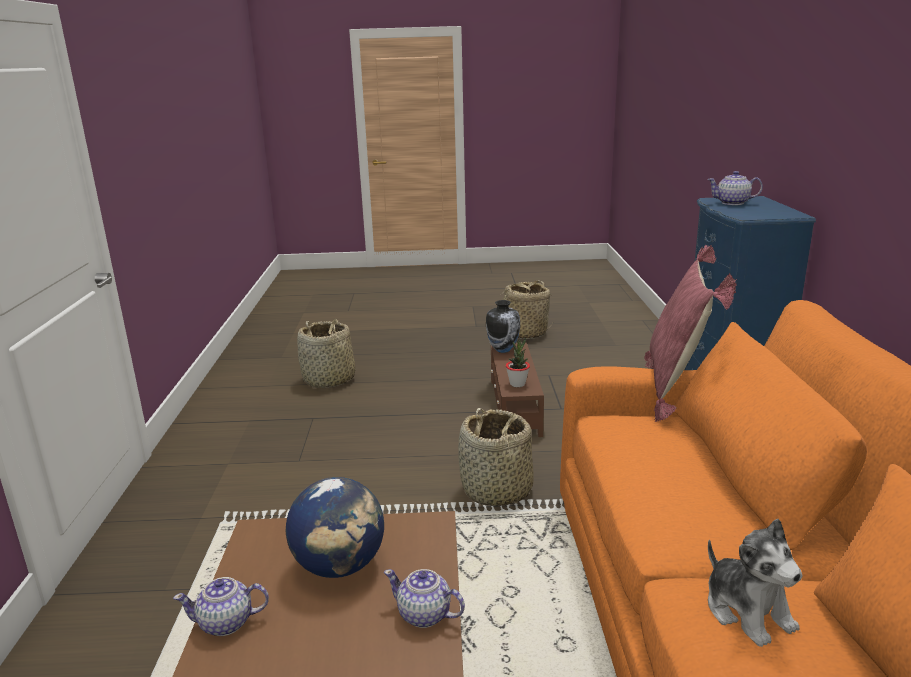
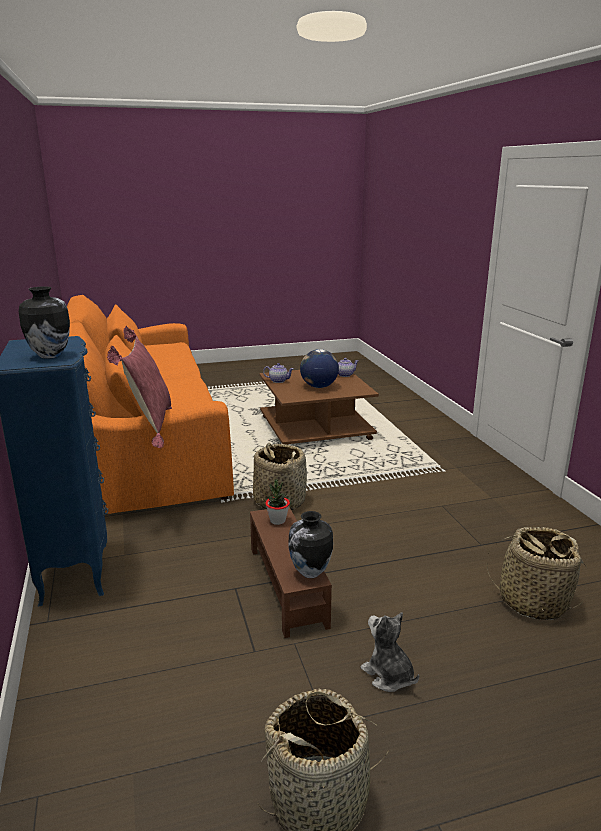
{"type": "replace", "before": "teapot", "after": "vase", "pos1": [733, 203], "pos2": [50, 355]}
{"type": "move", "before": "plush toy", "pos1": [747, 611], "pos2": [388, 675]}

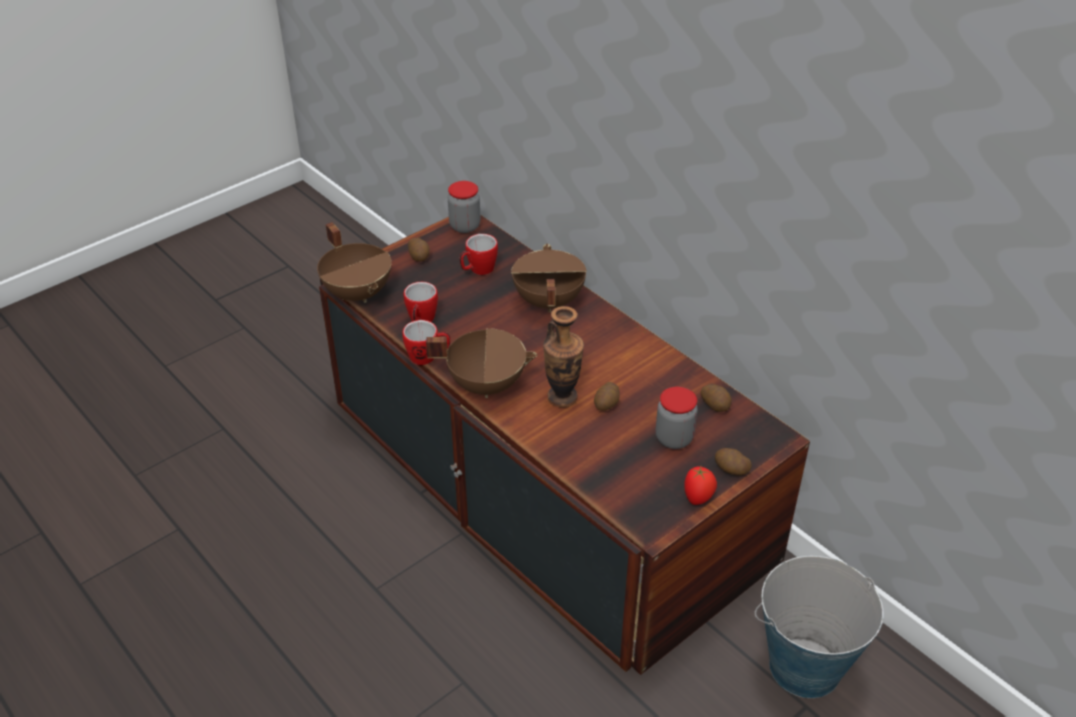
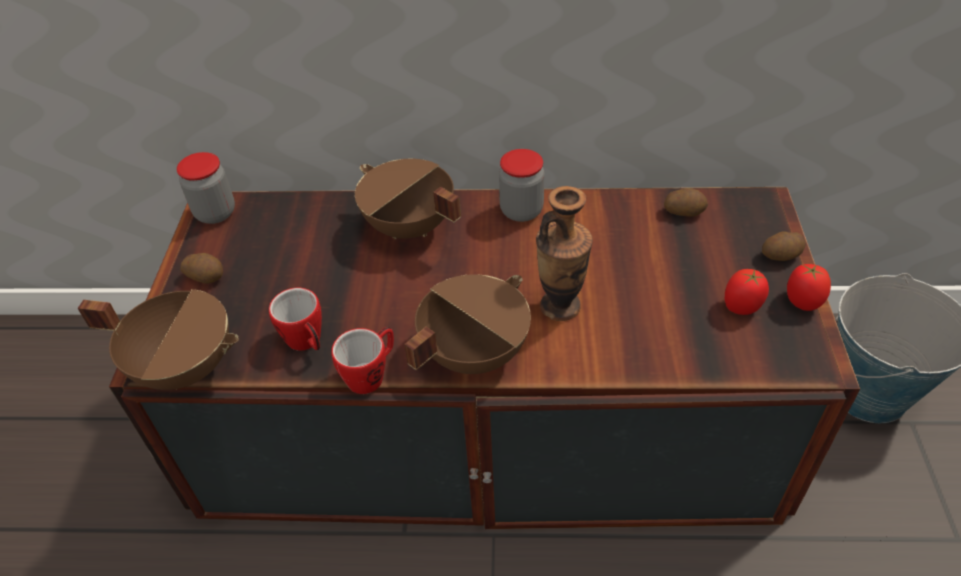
{"type": "move", "before": "jar", "pos1": [674, 438], "pos2": [521, 211]}
{"type": "insert", "after": "tomato", "pos2": [742, 307]}
{"type": "delete", "before": "mug", "pos1": [478, 270]}
{"type": "delete", "before": "potato", "pos1": [607, 404]}

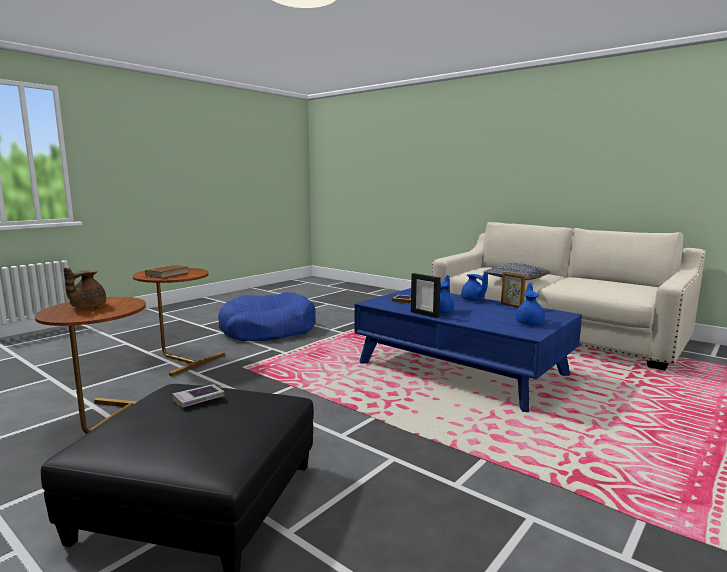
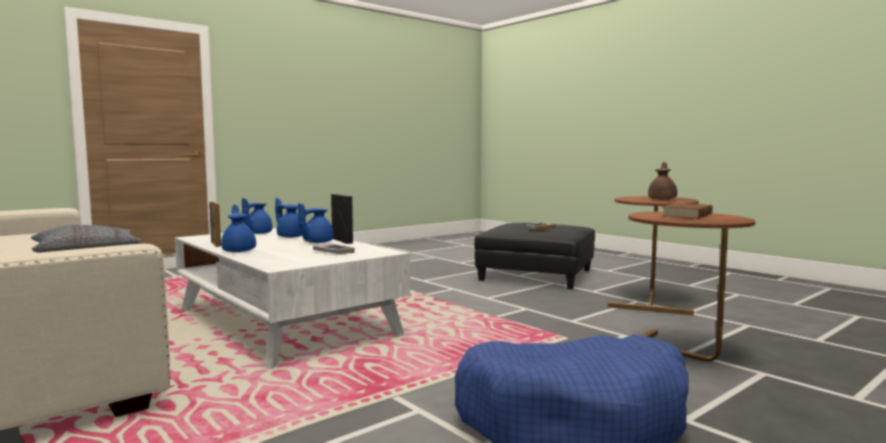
{"type": "recolor", "before": "blue coffee table", "after": "white coffee table", "pos1": [461, 369], "pos2": [284, 321]}
{"type": "insert", "after": "blue teapot", "pos2": [290, 236]}

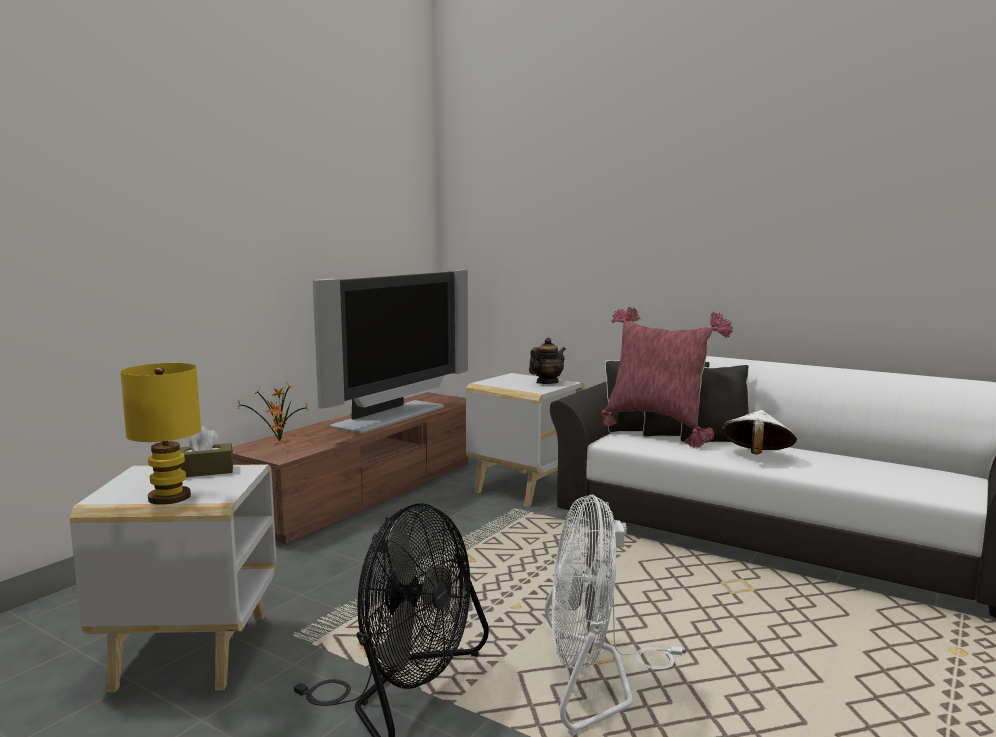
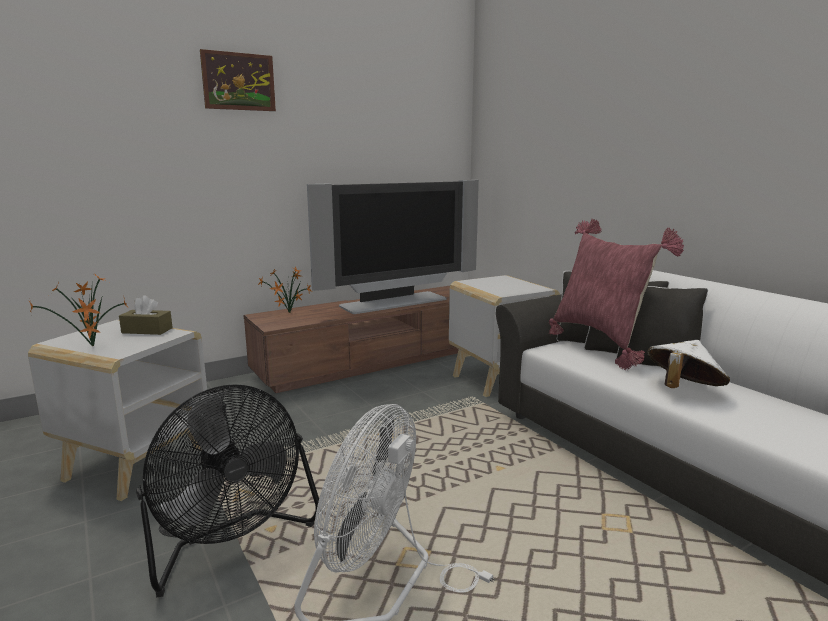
{"type": "replace", "before": "yellow table lamp", "after": "potted plant", "pos1": [170, 497], "pos2": [92, 348]}
{"type": "insert", "after": "picture", "pos2": [238, 81]}
{"type": "delete", "before": "teapot", "pos1": [547, 383]}

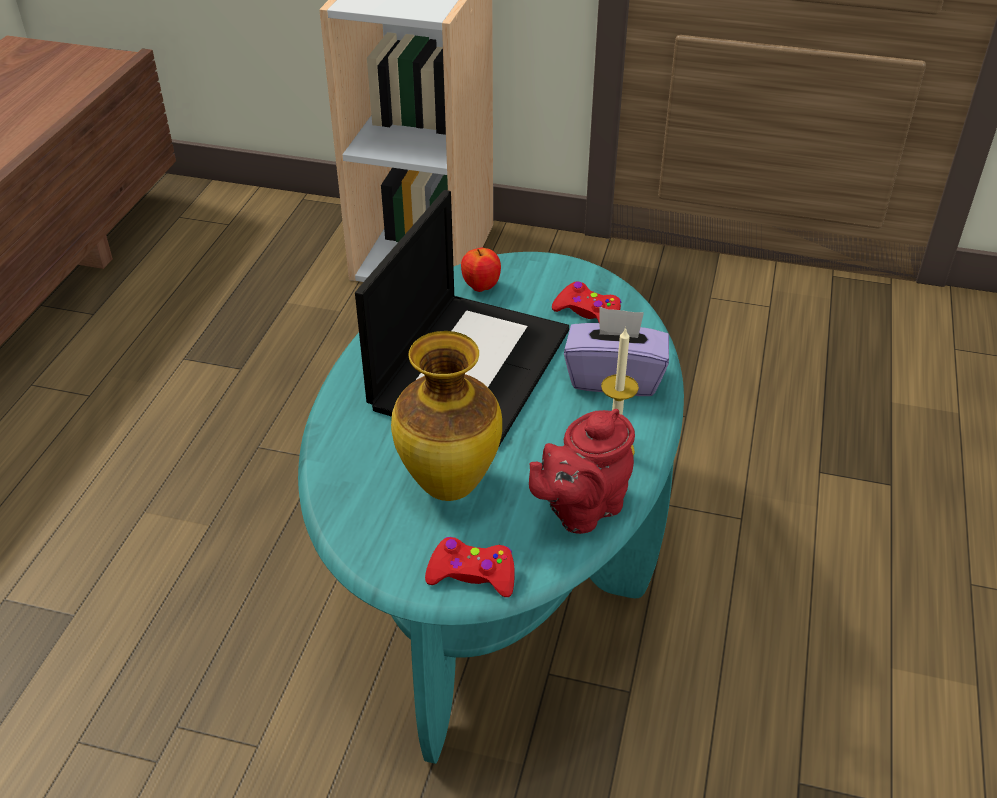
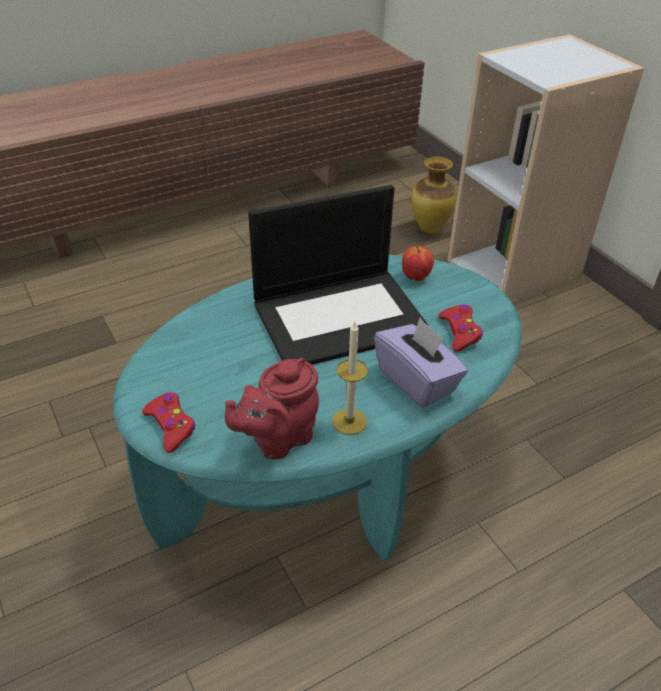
{"type": "rotate", "before": "red teapot", "pos1": [580, 509], "pos2": [278, 439], "turn": -45}
{"type": "move", "before": "vase", "pos1": [447, 486], "pos2": [429, 228]}

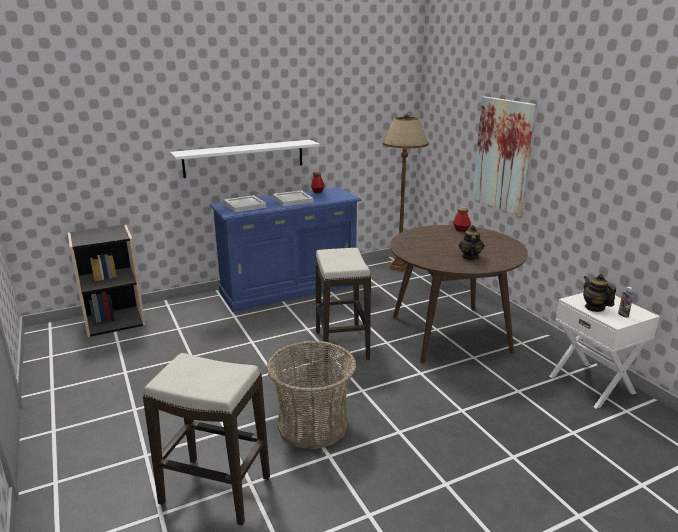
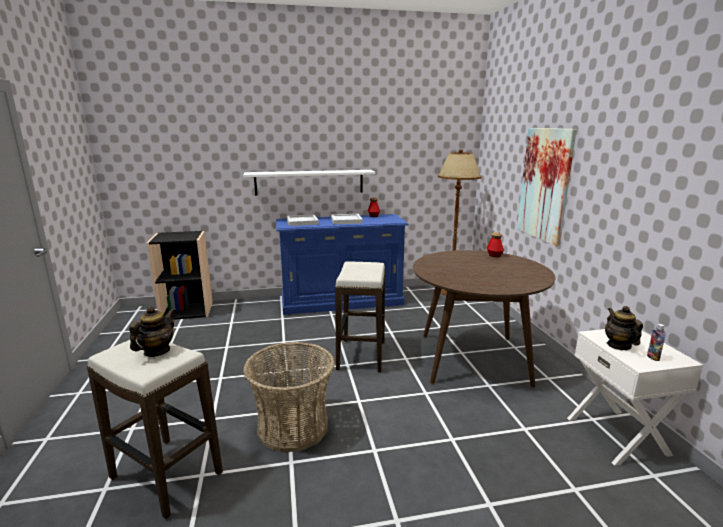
{"type": "move", "before": "teapot", "pos1": [470, 257], "pos2": [156, 351]}

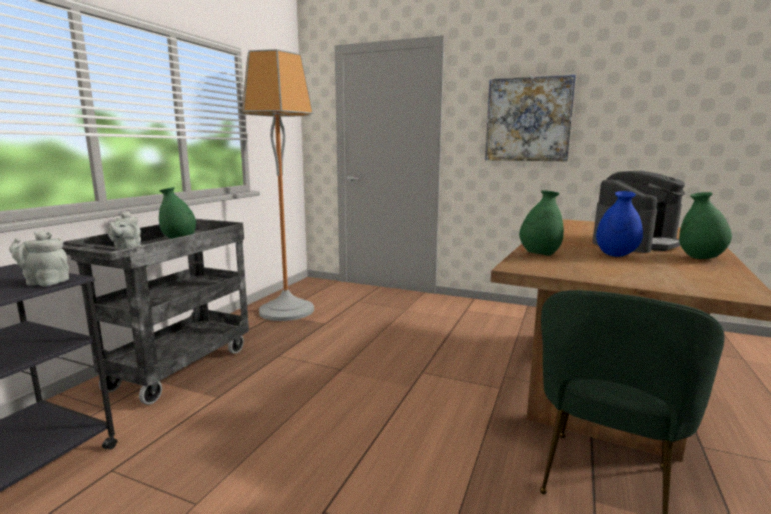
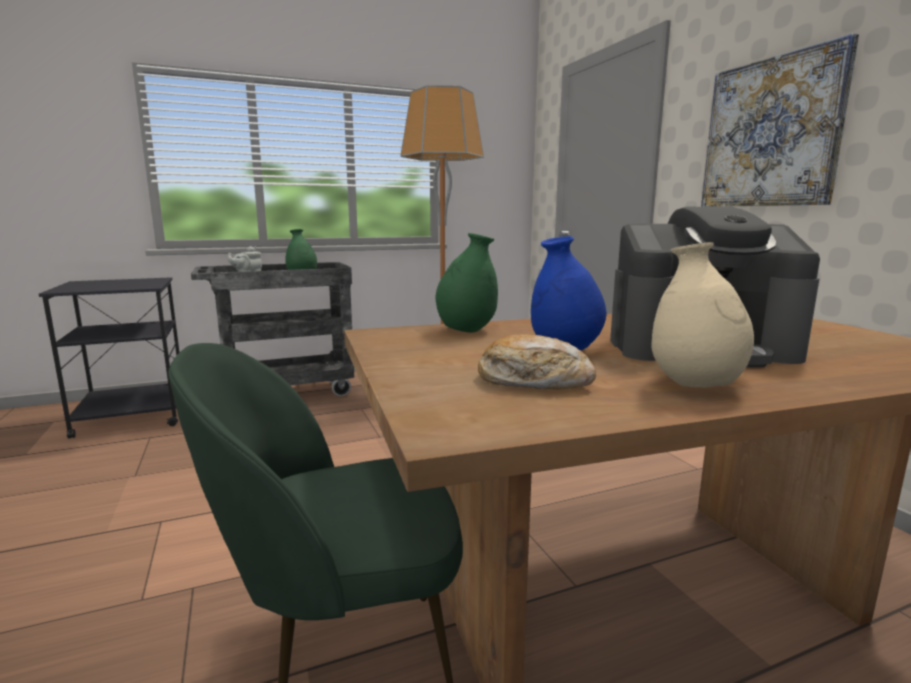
{"type": "insert", "after": "bread", "pos2": [533, 381]}
{"type": "recolor", "before": "green vase", "after": "beige vase", "pos1": [700, 258], "pos2": [695, 386]}
{"type": "delete", "before": "grey teapot", "pos1": [44, 282]}

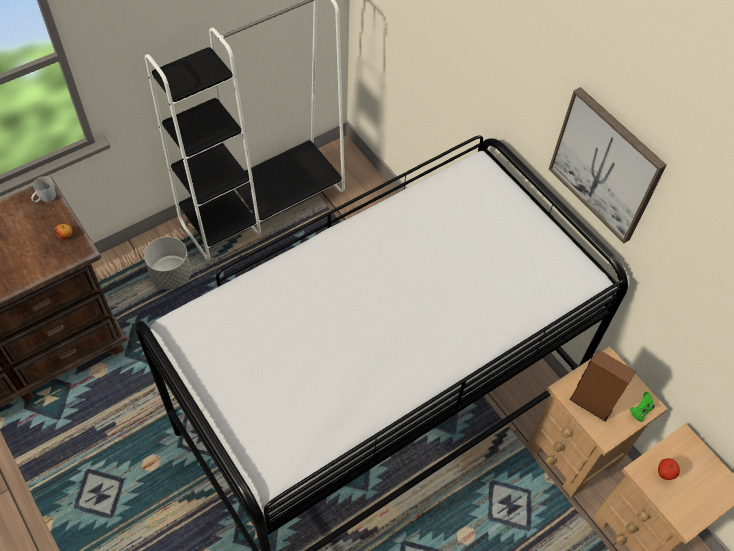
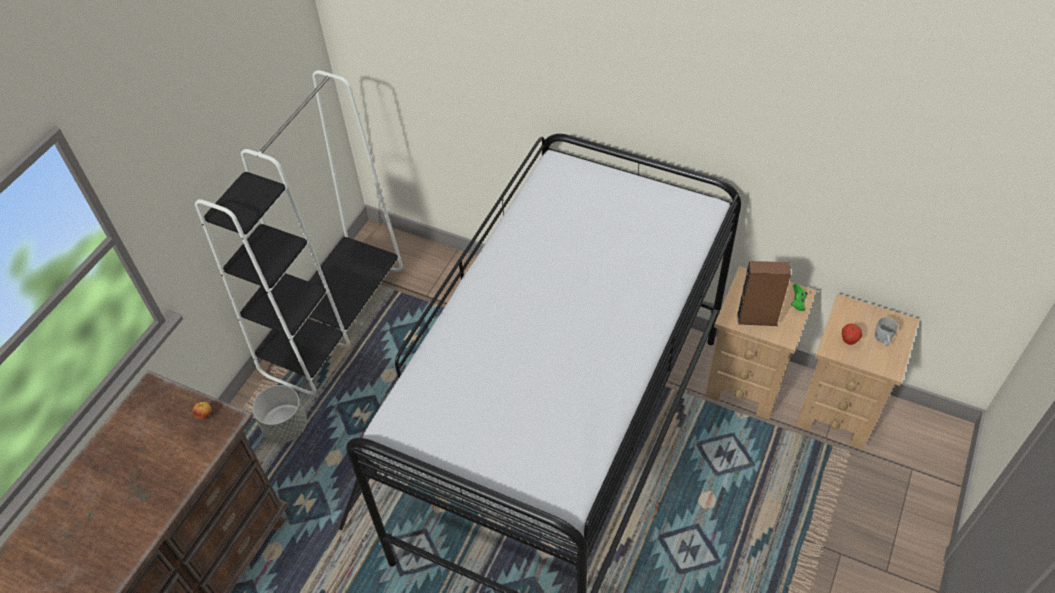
{"type": "move", "before": "white mug", "pos1": [45, 198], "pos2": [883, 339]}
{"type": "delete", "before": "picture", "pos1": [605, 165]}

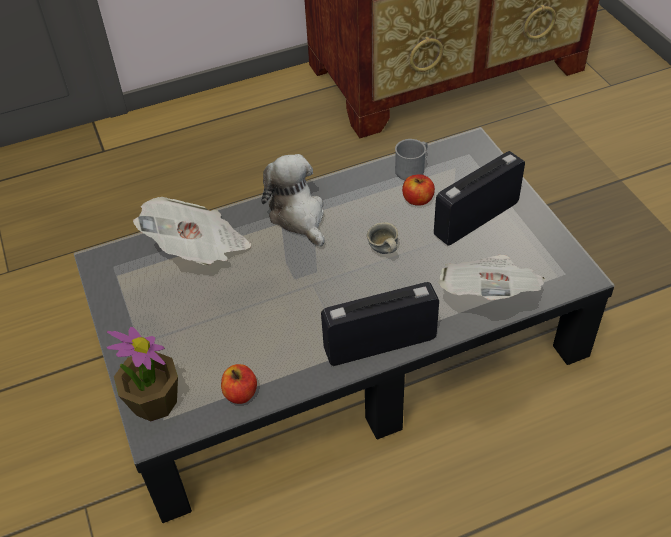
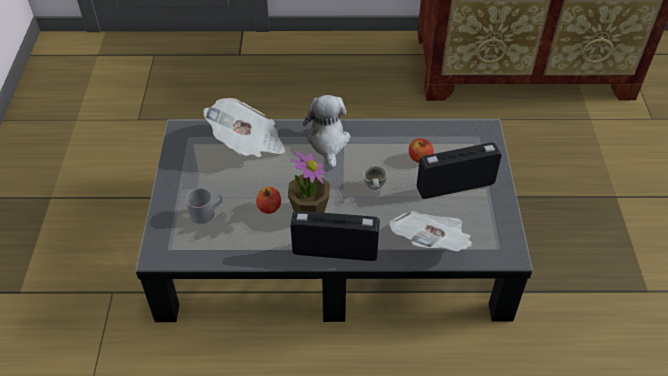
{"type": "move", "before": "grey mug", "pos1": [412, 168], "pos2": [206, 212]}
{"type": "move", "before": "apple", "pos1": [241, 393], "pos2": [269, 207]}
{"type": "move", "before": "potted plant", "pos1": [154, 402], "pos2": [309, 210]}

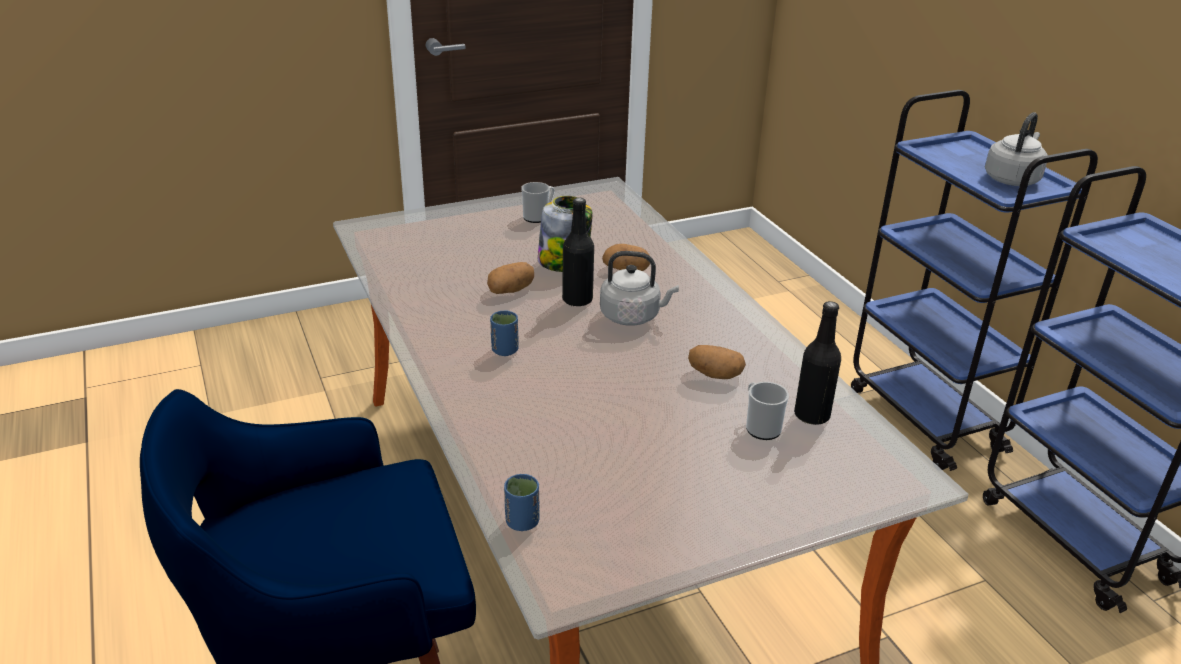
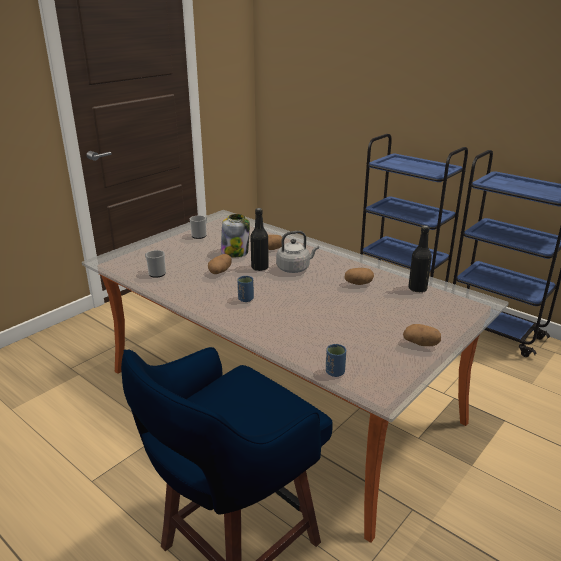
{"type": "move", "before": "mug", "pos1": [760, 427], "pos2": [155, 273]}
{"type": "insert", "after": "potato", "pos2": [421, 343]}
{"type": "delete", "before": "grey kettle", "pos1": [1012, 179]}

